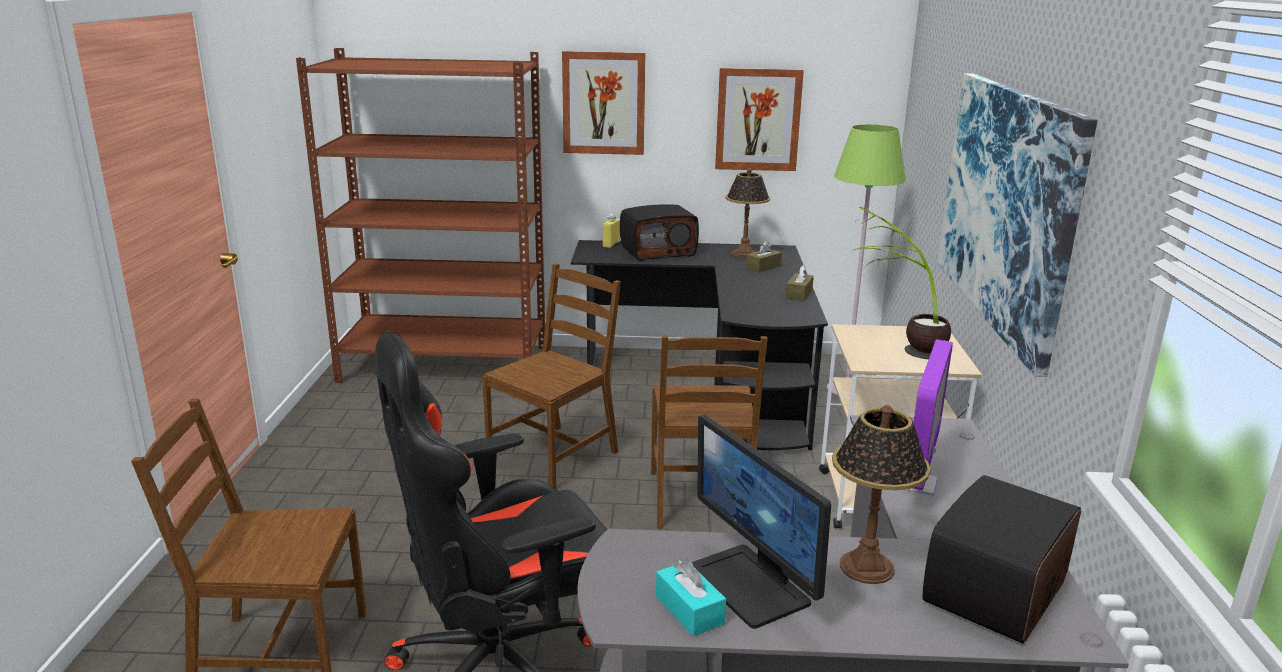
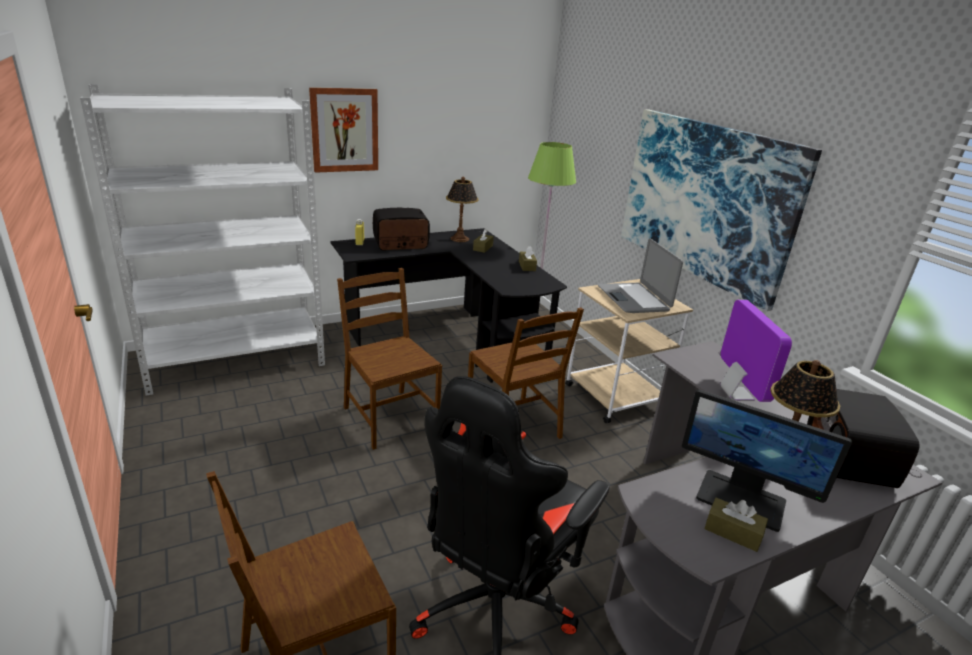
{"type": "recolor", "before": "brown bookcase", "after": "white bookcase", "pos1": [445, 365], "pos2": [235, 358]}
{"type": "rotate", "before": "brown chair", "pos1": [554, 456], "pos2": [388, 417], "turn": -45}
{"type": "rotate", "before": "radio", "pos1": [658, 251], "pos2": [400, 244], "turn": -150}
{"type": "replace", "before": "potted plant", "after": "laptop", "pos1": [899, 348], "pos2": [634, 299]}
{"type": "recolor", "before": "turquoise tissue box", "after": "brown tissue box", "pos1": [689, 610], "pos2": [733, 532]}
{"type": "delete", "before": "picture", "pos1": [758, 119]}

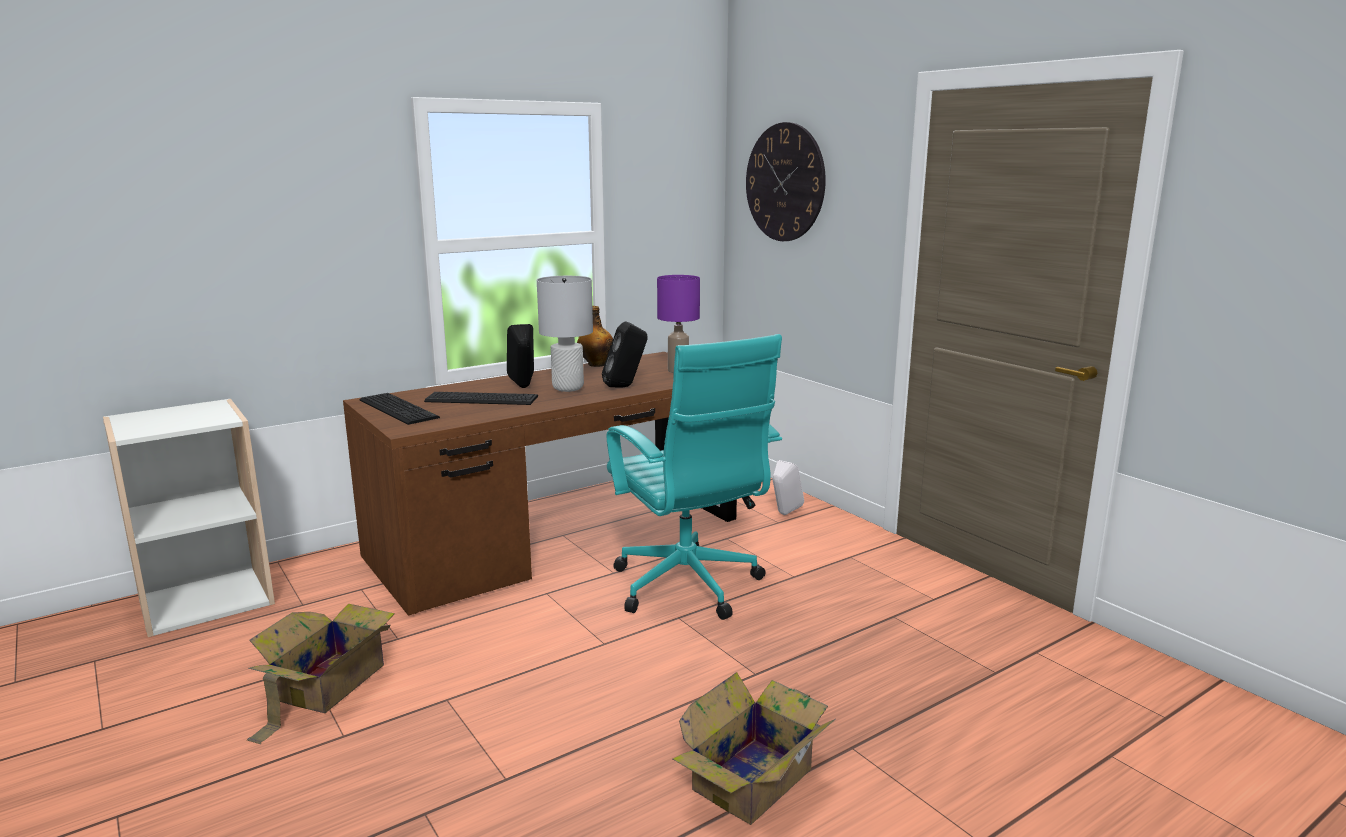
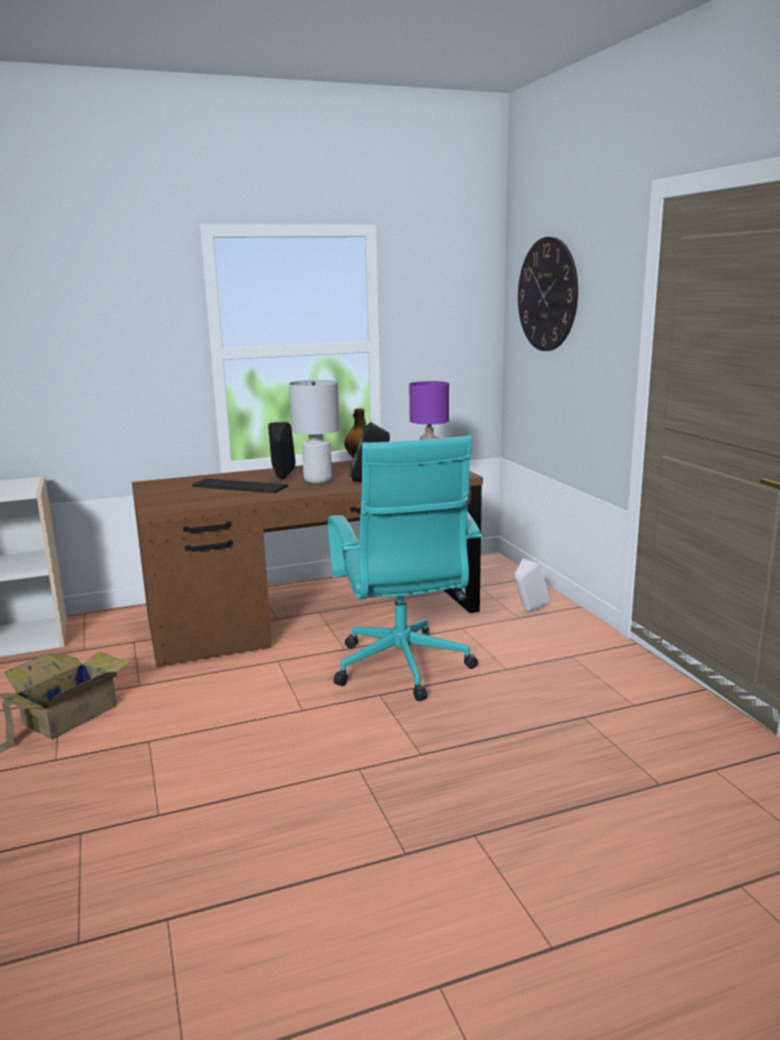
{"type": "delete", "before": "keyboard", "pos1": [399, 408]}
{"type": "delete", "before": "cardboard box", "pos1": [757, 778]}

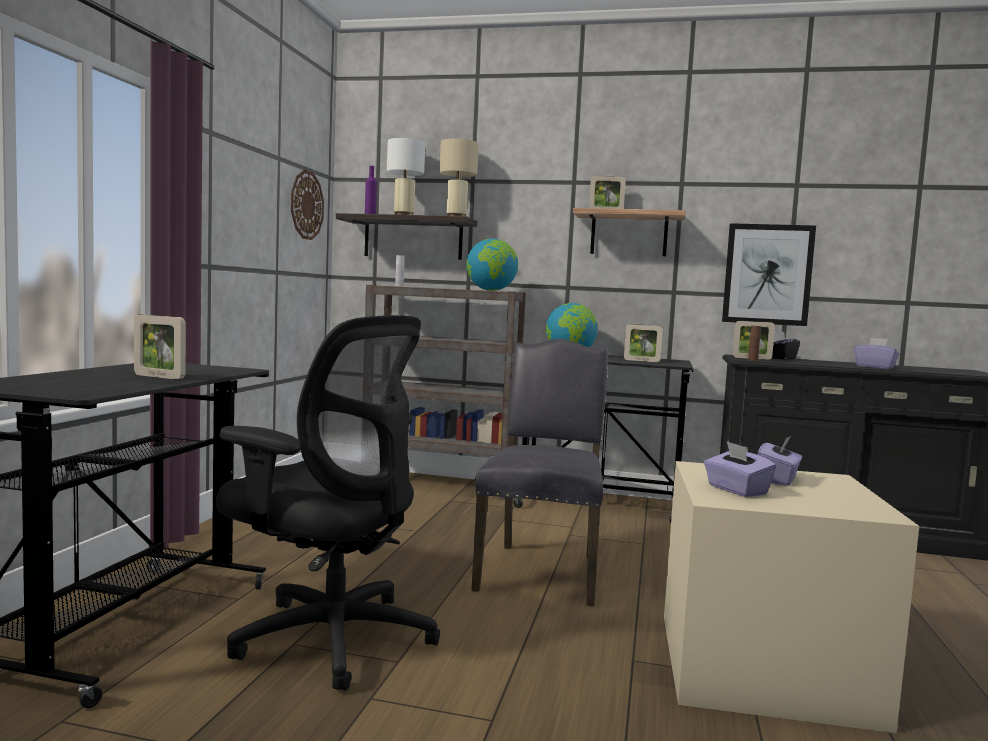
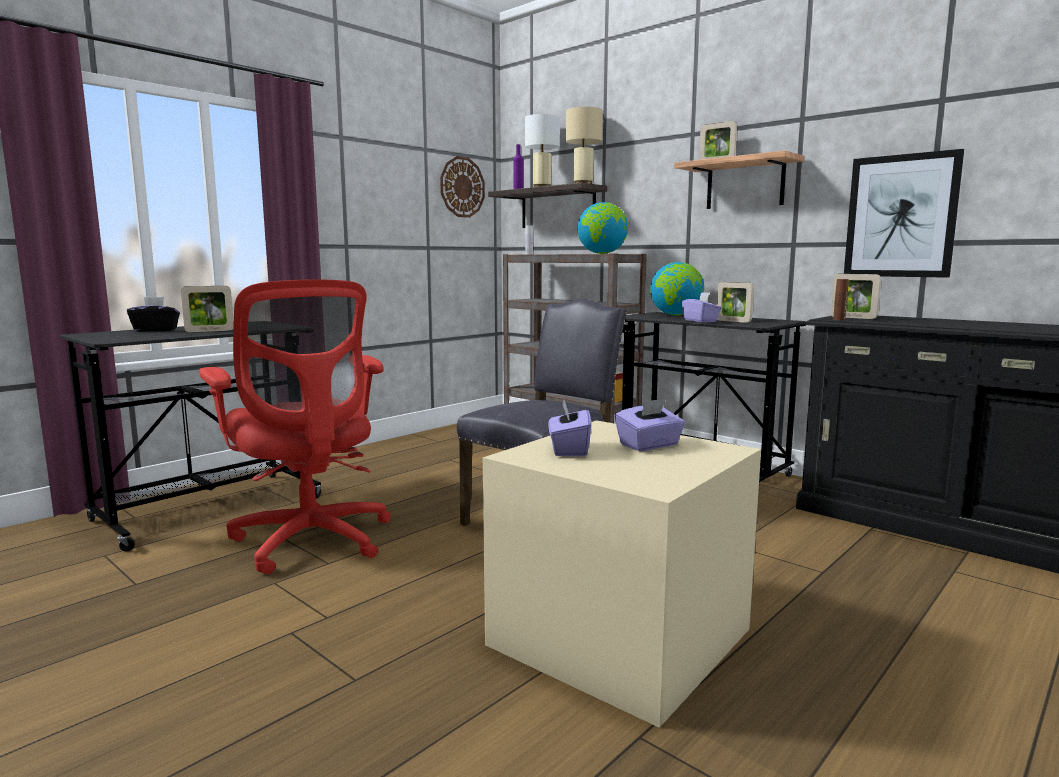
{"type": "move", "before": "black tissue box", "pos1": [781, 358], "pos2": [156, 330]}
{"type": "rotate", "before": "picture frame", "pos1": [159, 377], "pos2": [209, 331], "turn": -75}
{"type": "recolor", "before": "black office chair", "after": "red office chair", "pos1": [322, 637], "pos2": [306, 537]}
{"type": "move", "before": "purple tissue box", "pos1": [875, 367], "pos2": [700, 321]}

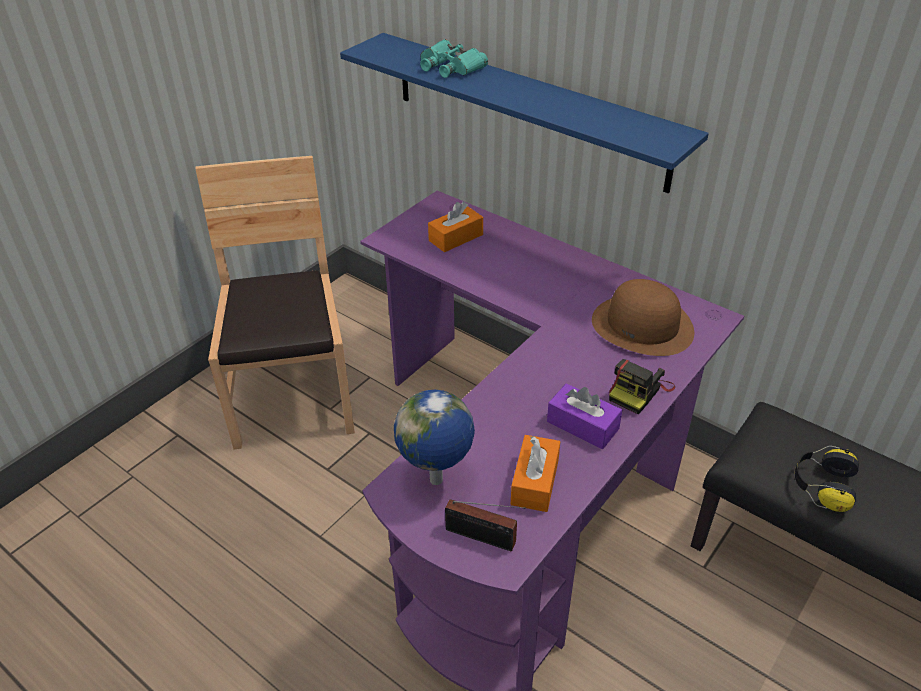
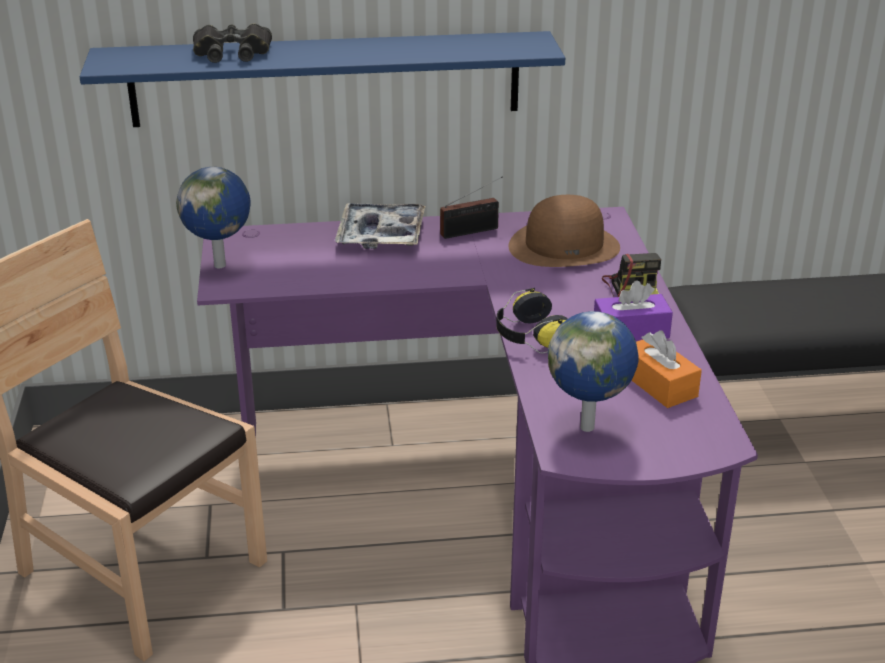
{"type": "insert", "after": "globe", "pos2": [221, 265]}
{"type": "recolor", "before": "turquoise binoculars", "after": "black binoculars", "pos1": [450, 67], "pos2": [232, 53]}
{"type": "insert", "after": "tray", "pos2": [381, 234]}
{"type": "move", "before": "radio", "pos1": [484, 538], "pos2": [472, 231]}
{"type": "move", "before": "headphones", "pos1": [821, 486], "pos2": [529, 337]}
{"type": "delete", "before": "orange tissue box", "pos1": [456, 238]}

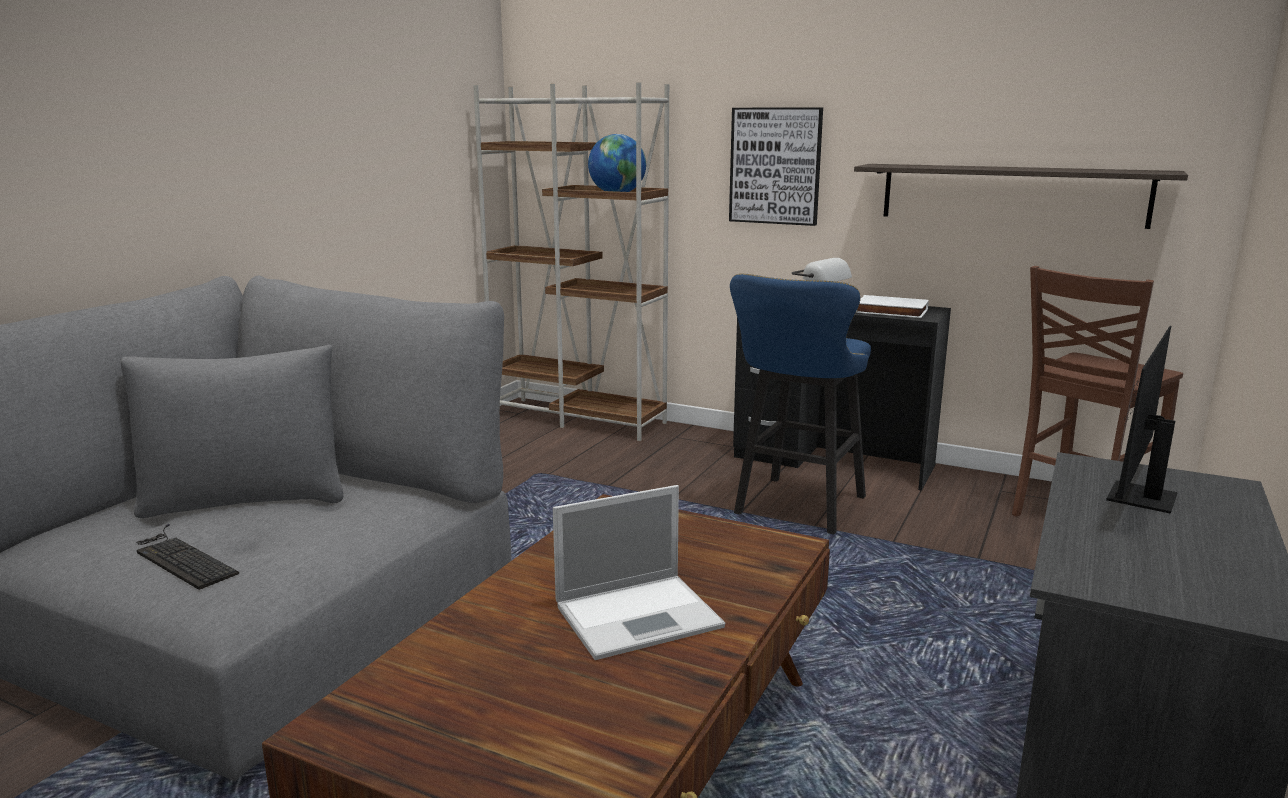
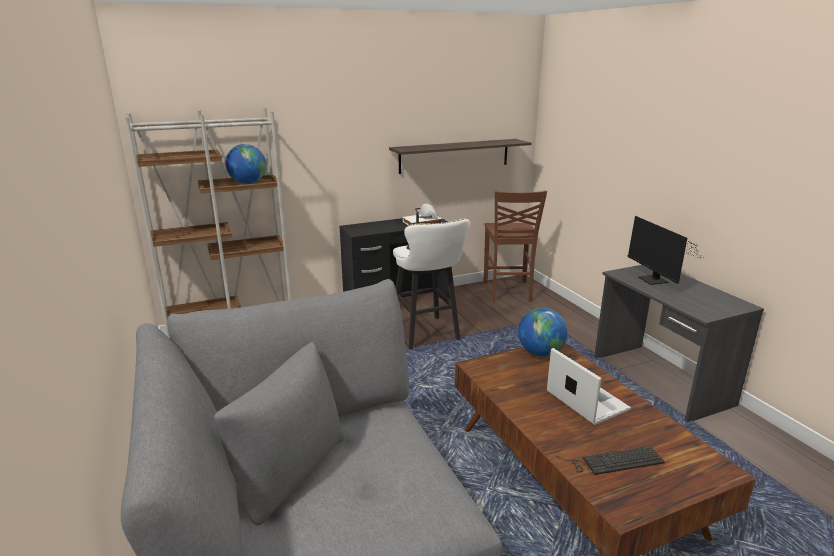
{"type": "recolor", "before": "blue stool", "after": "white stool", "pos1": [795, 511], "pos2": [427, 336]}
{"type": "insert", "after": "globe", "pos2": [540, 353]}
{"type": "rotate", "before": "laptop", "pos1": [641, 615], "pos2": [585, 400], "turn": -45}
{"type": "move", "before": "keyboard", "pos1": [181, 558], "pos2": [613, 461]}
{"type": "delete", "before": "picture", "pos1": [775, 166]}

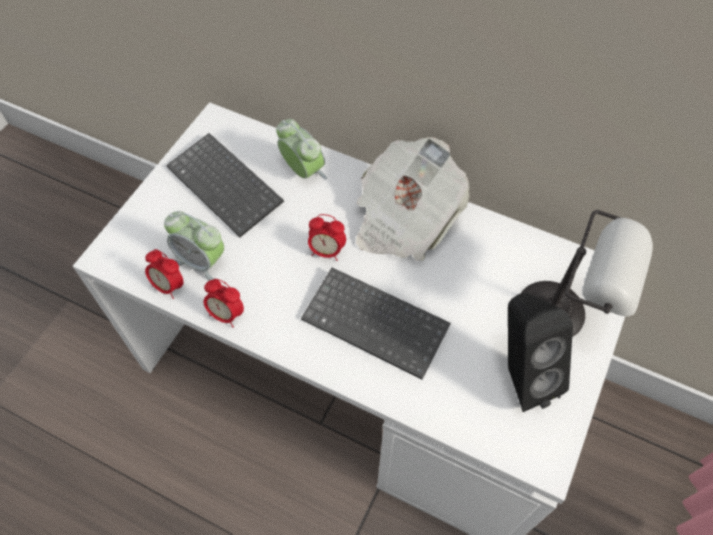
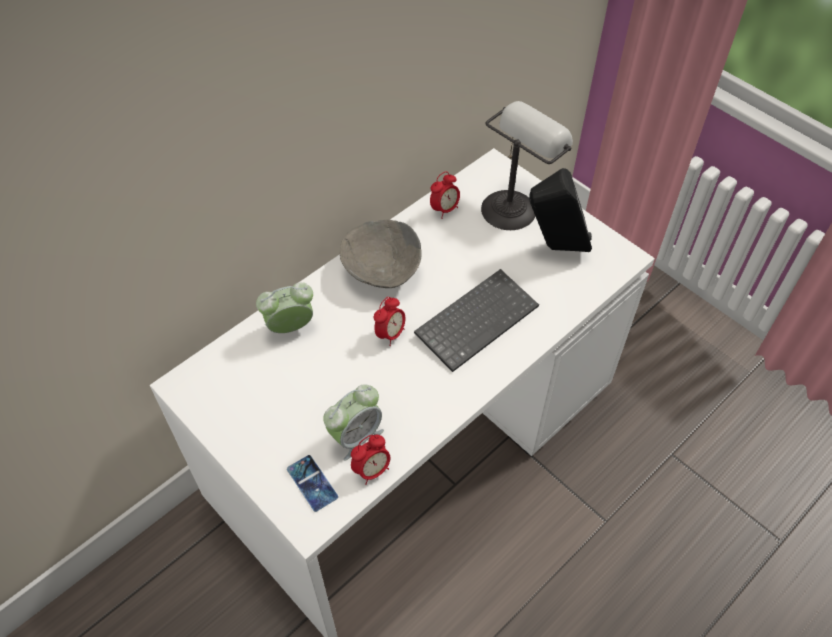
{"type": "insert", "after": "phone", "pos2": [312, 483]}
{"type": "replace", "before": "newspaper", "after": "grey bowl", "pos1": [404, 219], "pos2": [382, 269]}
{"type": "move", "before": "alarm clock", "pos1": [226, 314], "pos2": [444, 209]}
{"type": "delete", "before": "keyboard", "pos1": [227, 185]}

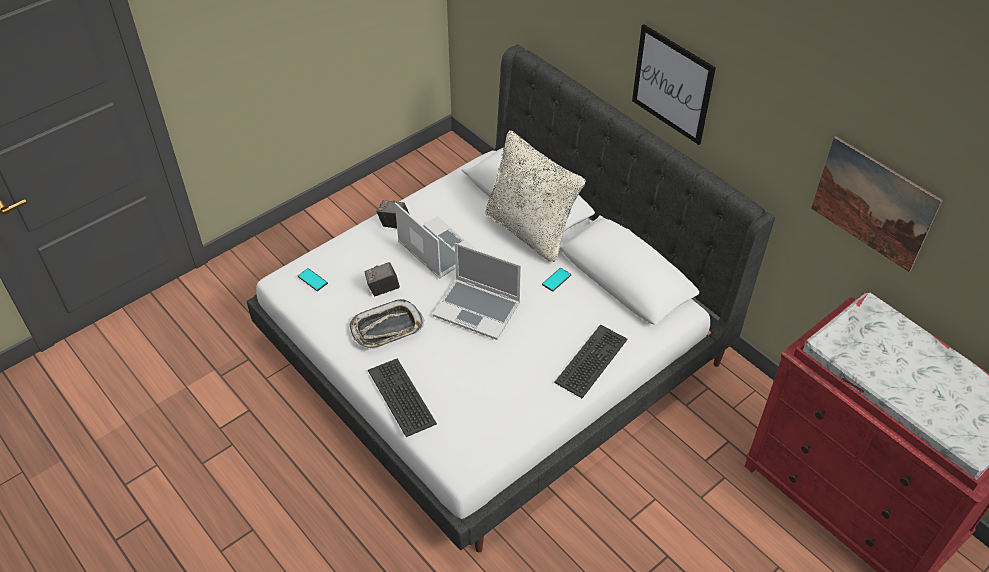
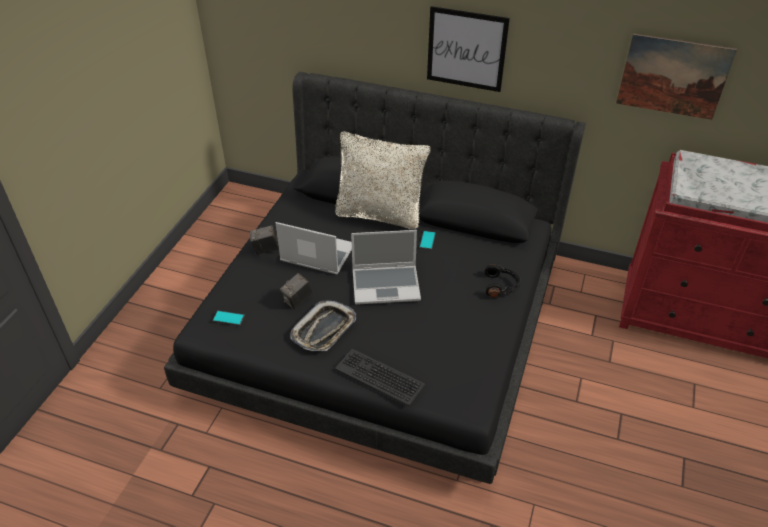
{"type": "recolor", "before": "white bed", "after": "black bed", "pos1": [494, 350], "pos2": [384, 325]}
{"type": "replace", "before": "keyboard", "after": "black headphones", "pos1": [592, 361], "pos2": [501, 286]}

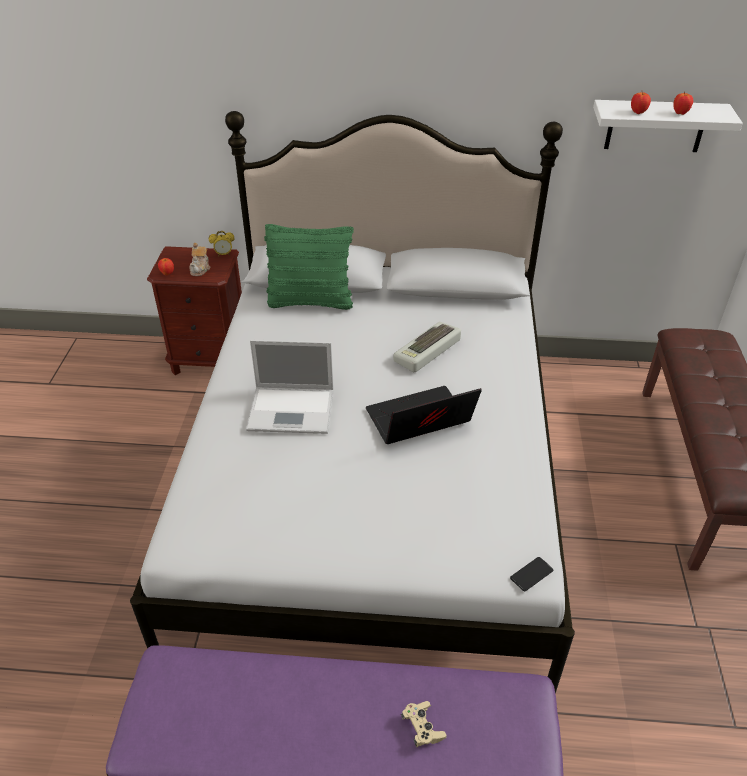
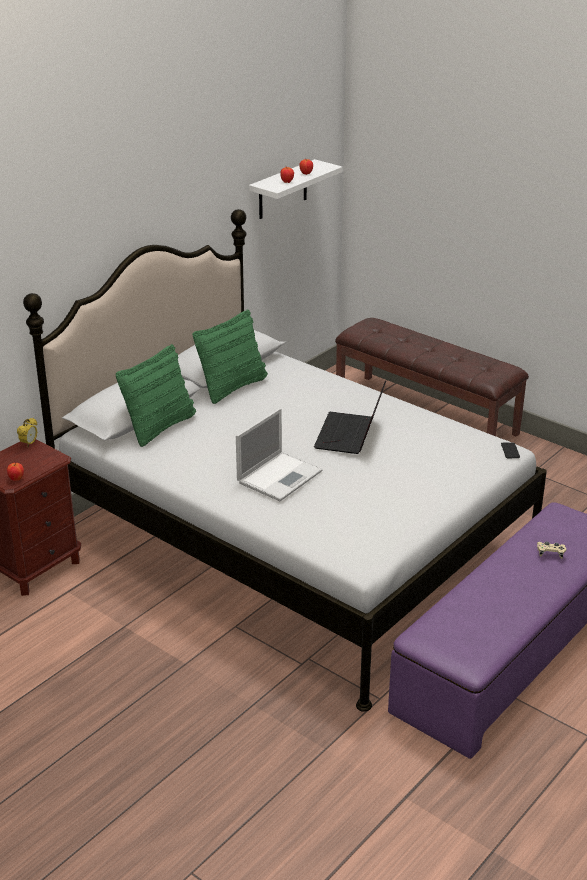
{"type": "insert", "after": "green pillow", "pos2": [232, 387]}
{"type": "delete", "before": "teapot", "pos1": [200, 269]}
{"type": "delete", "before": "keyboard", "pos1": [428, 352]}

